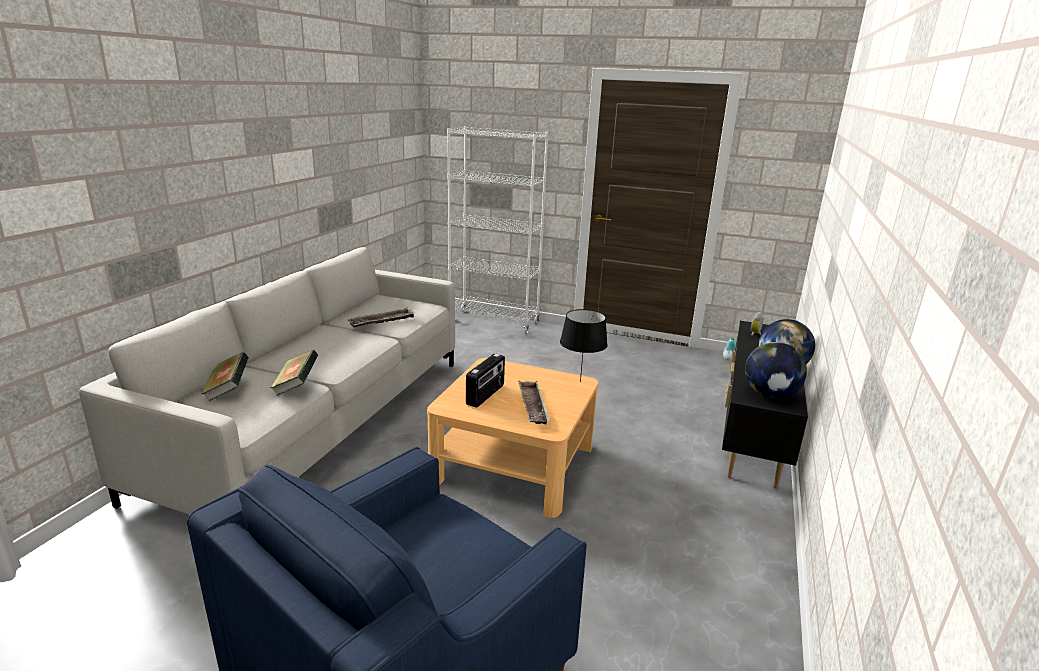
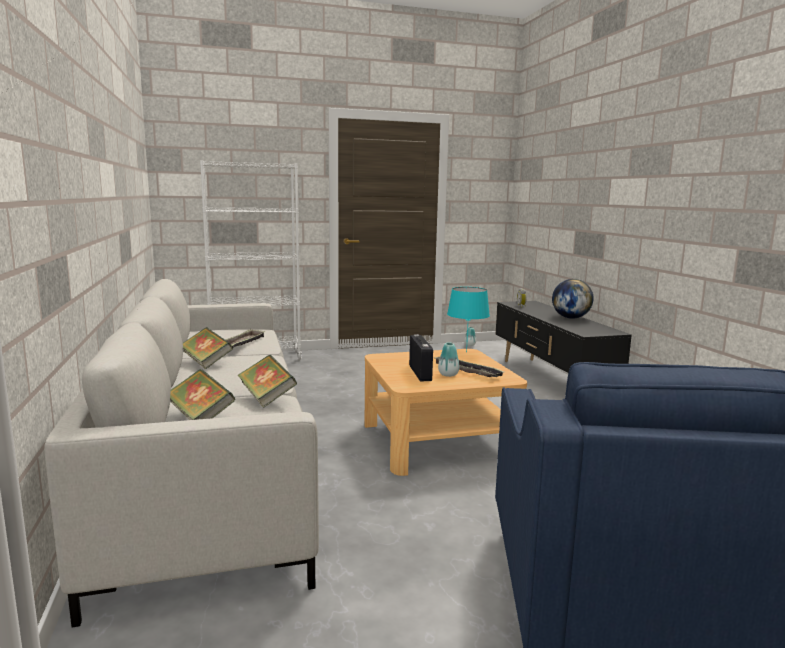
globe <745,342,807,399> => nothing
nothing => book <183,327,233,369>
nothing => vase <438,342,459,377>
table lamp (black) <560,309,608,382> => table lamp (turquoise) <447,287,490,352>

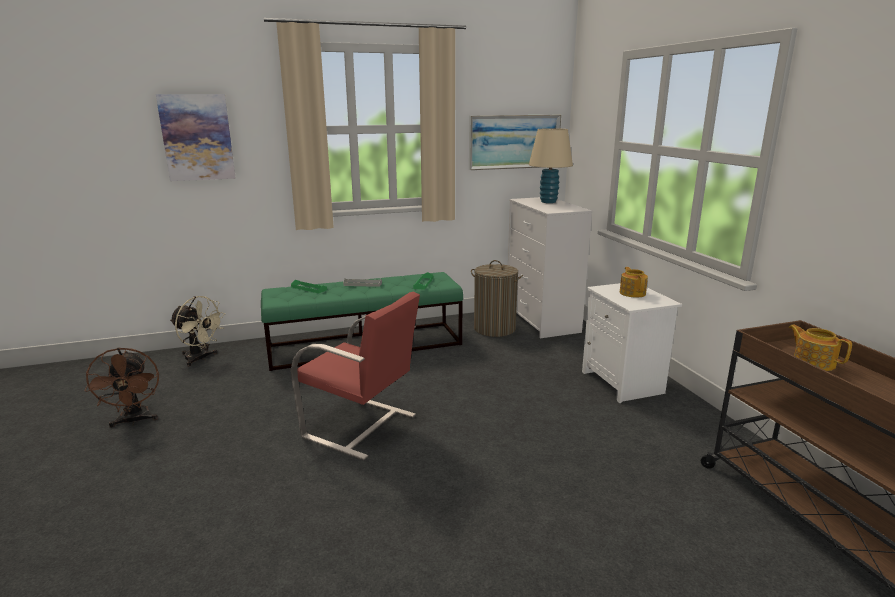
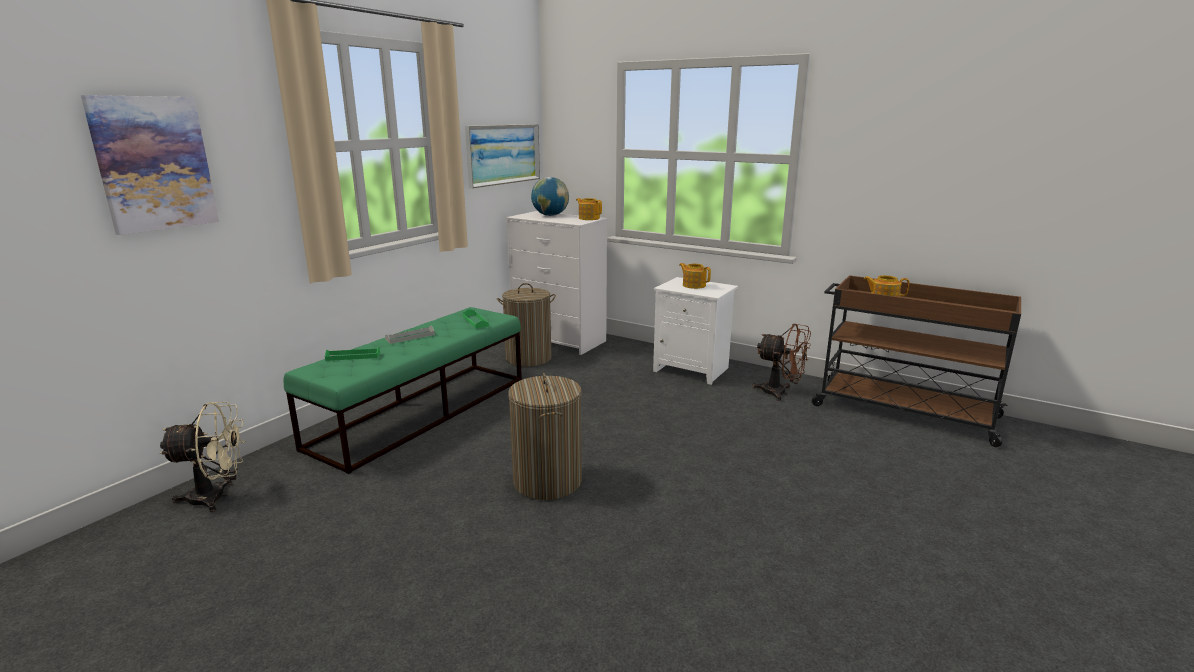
nothing => teapot <576,198,602,220>
fan (brown) <85,347,159,428> => fan (brown) <752,324,811,401>, shifted
chair (red) <291,292,420,460> => laundry basket <508,373,582,500>
table lamp (beige) <529,128,573,203> => globe <531,177,569,216>

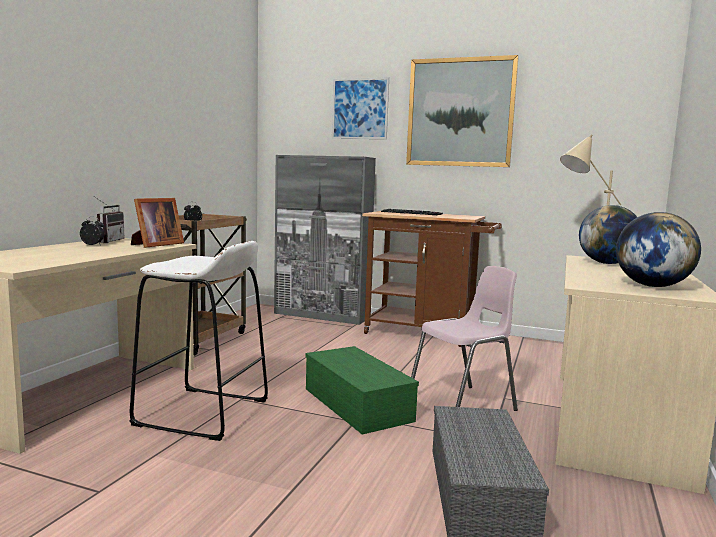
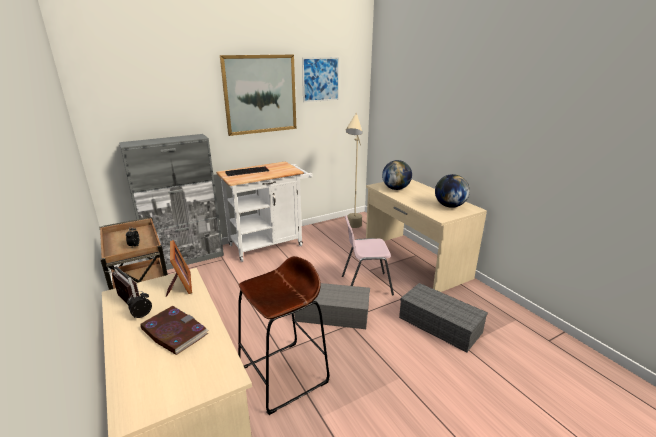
nothing => book <140,306,209,355>
picture <332,77,389,139> => picture <302,57,339,102>, shifted
stool (white) <129,241,268,441> => stool (brown) <238,256,329,415>
storage box (green) <305,346,419,435> => storage box (grey) <294,283,370,329>
cart (brown) <362,211,502,347> => cart (white) <216,161,313,262>
chair (pink) <411,266,518,411> => chair (pink) <342,216,394,296>, 105 degrees counterclockwise

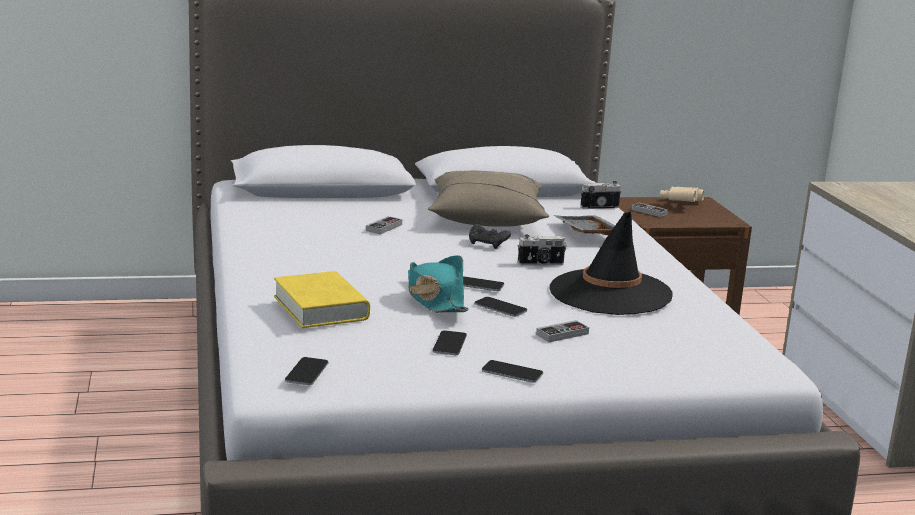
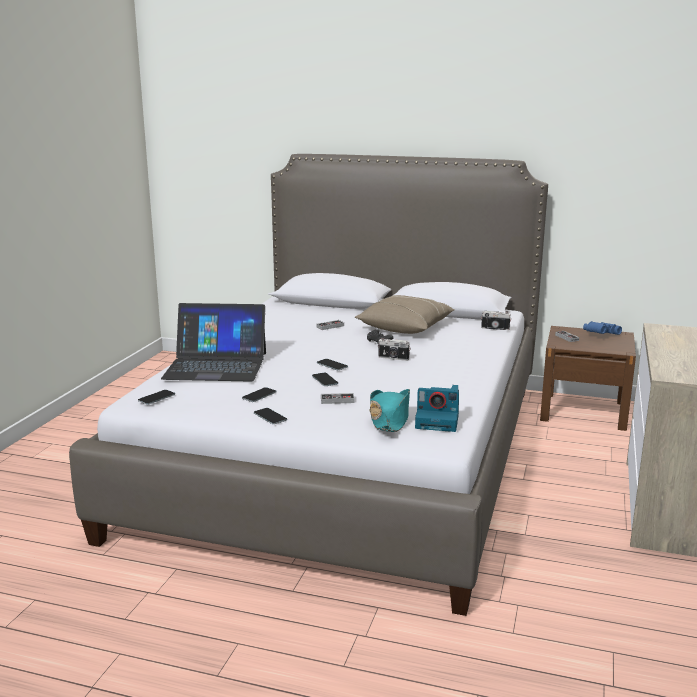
hat (black) <549,212,673,315> => nothing
tray (grey) <554,215,615,235> => nothing
nothing => photo camera <415,385,459,432>
hat (turquoise) <408,255,469,312> => hat (turquoise) <370,389,410,432>, shifted
book (yellow) <274,271,370,328> => laptop <161,303,266,382>
binoculars (beige) <660,186,704,202> => binoculars (blue) <583,321,622,335>

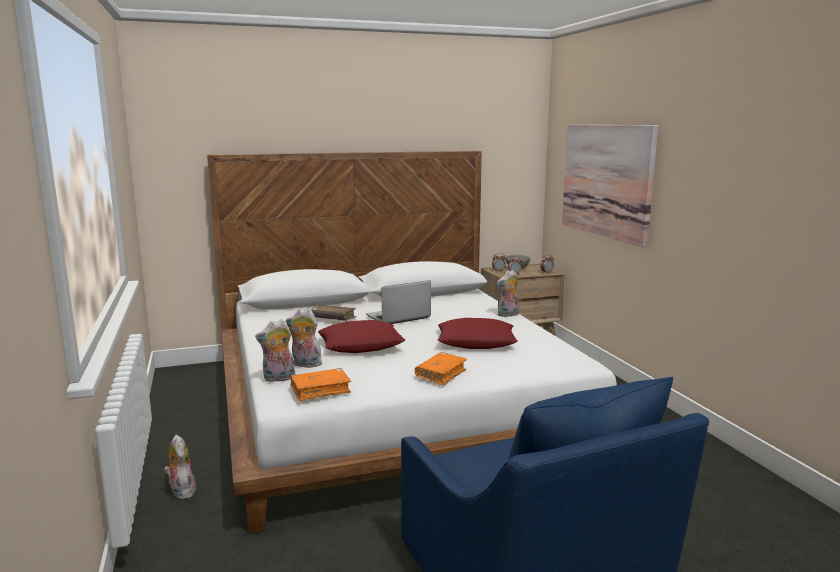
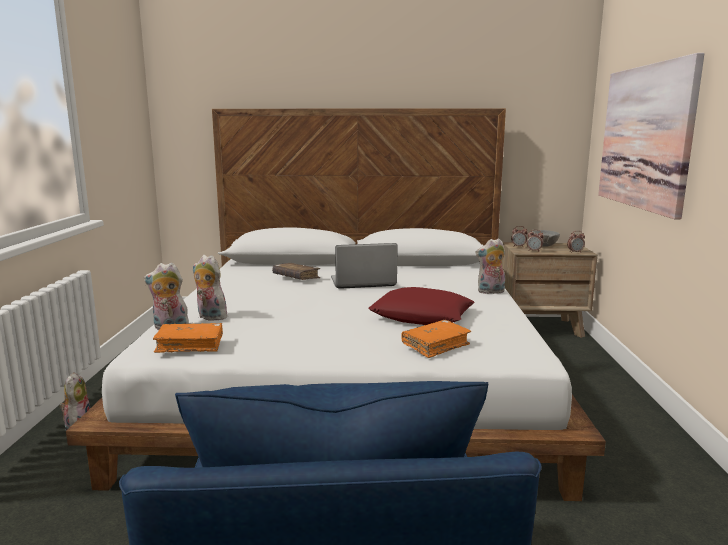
pillow (red) <318,320,405,353> => nothing
book (orange) <415,352,467,386> => book (orange) <401,320,471,358>, shifted

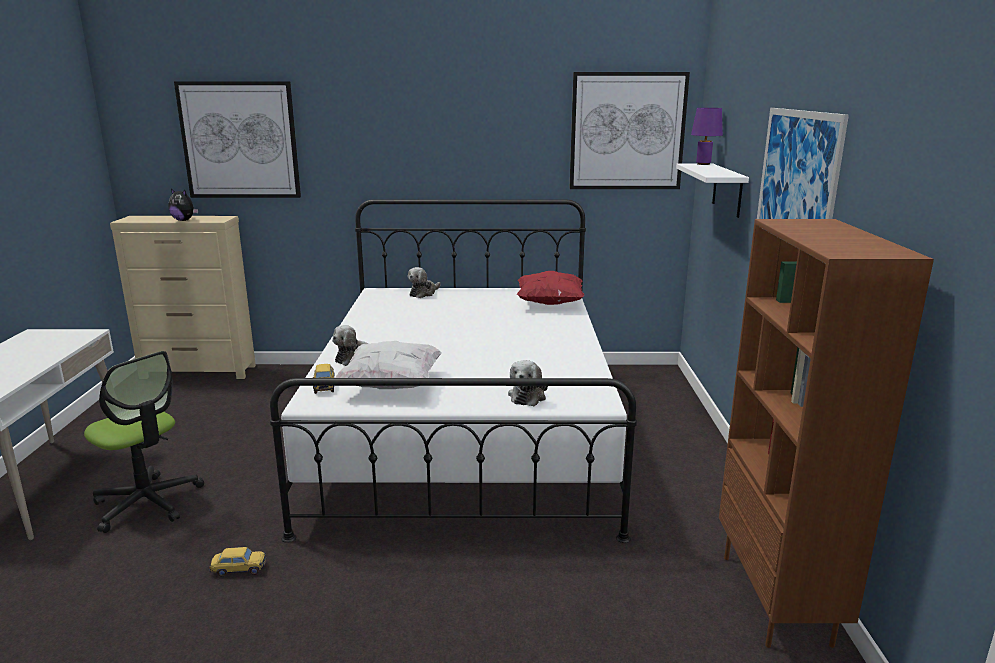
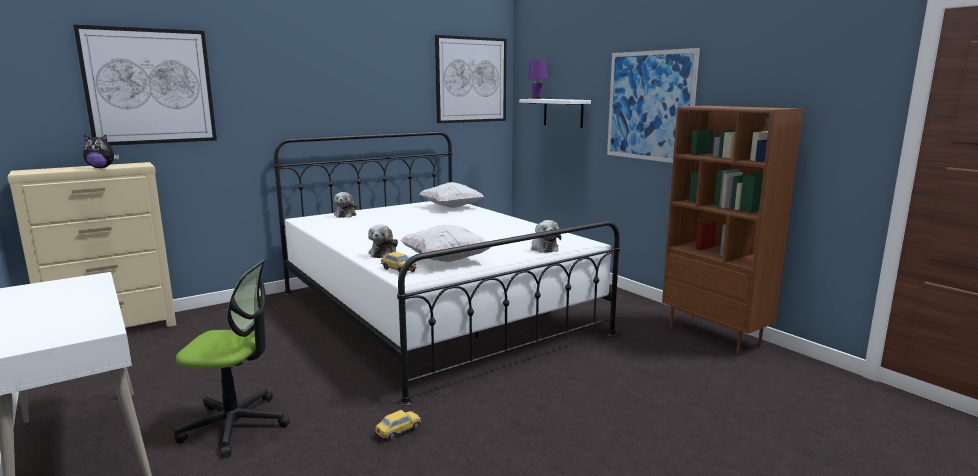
pillow (red) <517,271,584,305> => pillow (white) <420,182,484,208>

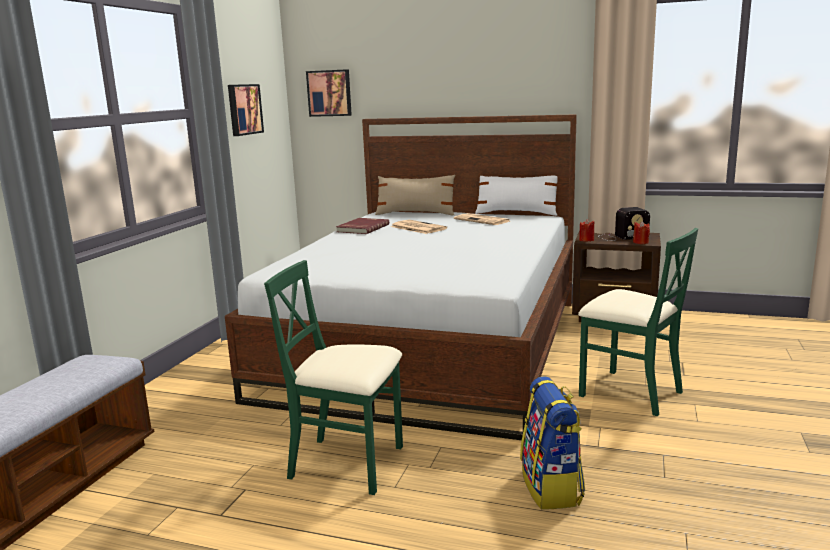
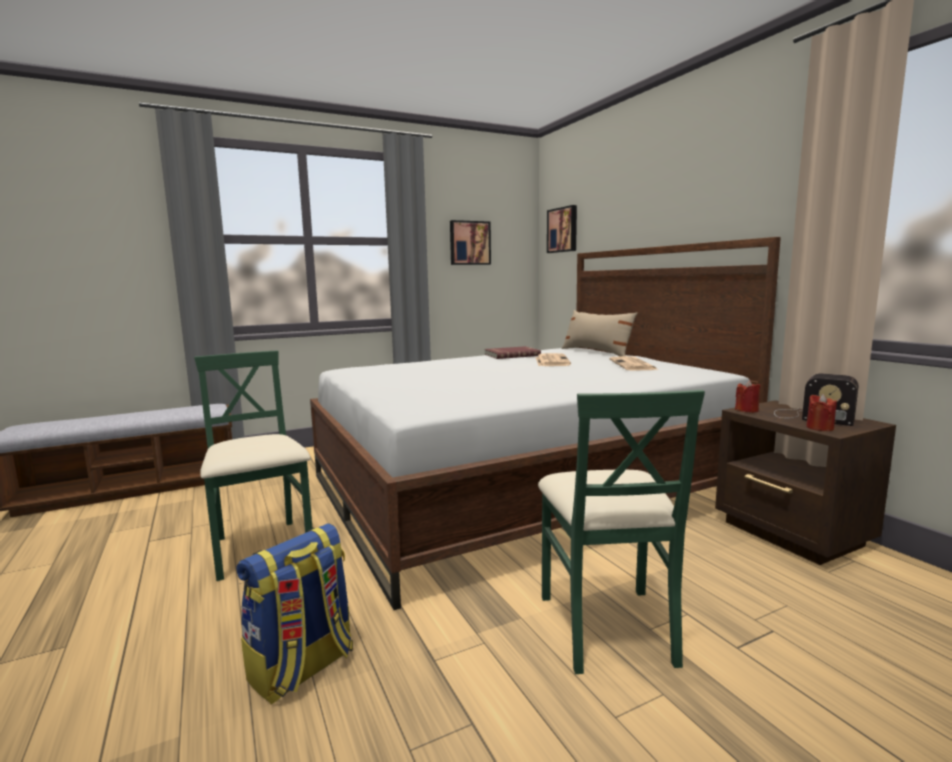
pillow (white) <475,176,557,216> => nothing

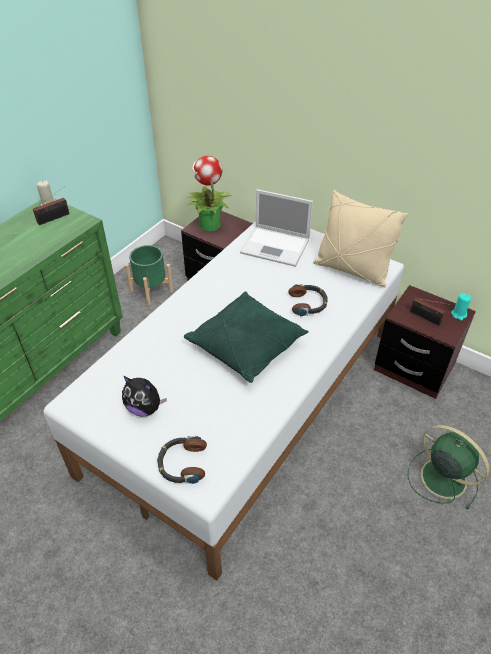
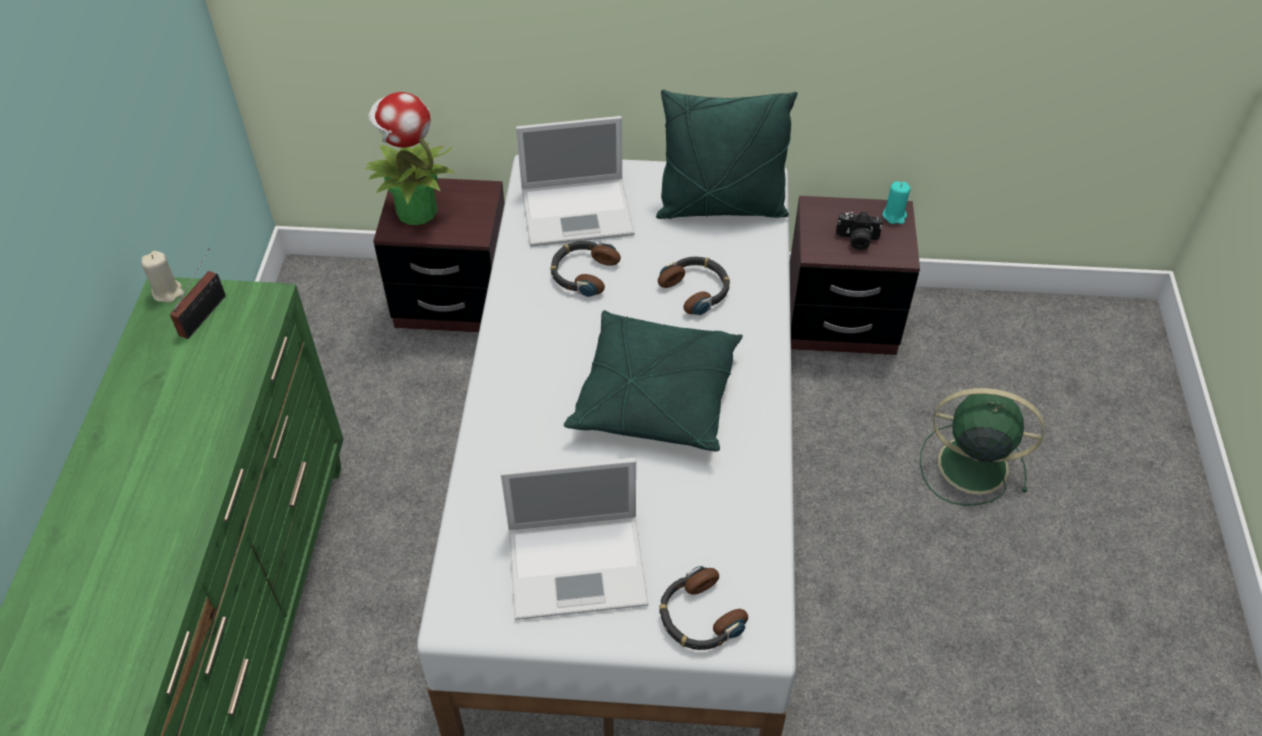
planter (green) <125,245,173,306> => nothing
nothing => headphones <550,241,621,297>
plush toy <122,376,167,417> => laptop <500,457,649,620>
radio <410,298,452,326> => photo camera <836,211,883,250>
pillow (beige) <313,190,408,287> => pillow (green) <656,89,797,219>

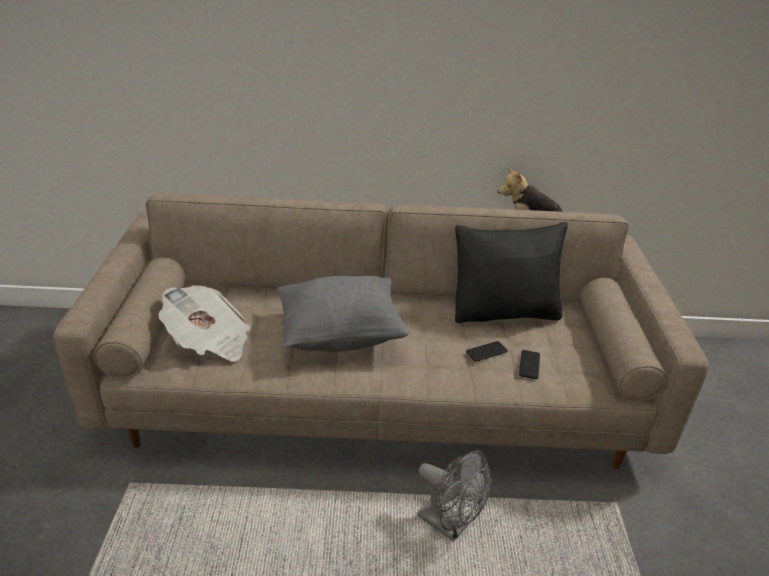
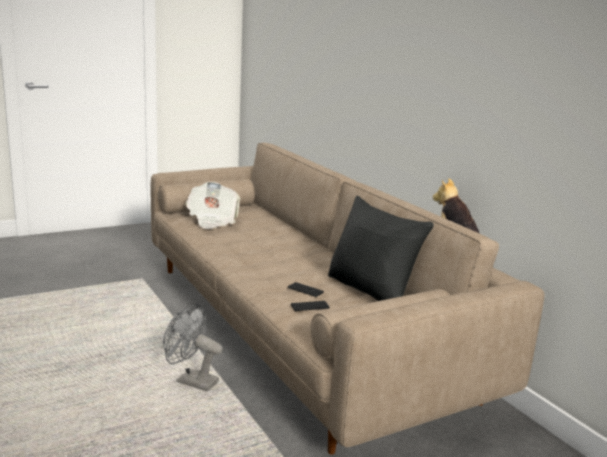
pillow (grey) <277,275,410,352> => nothing
fan (grey) <417,450,492,542> => fan (grey) <163,304,223,391>, 105 degrees clockwise

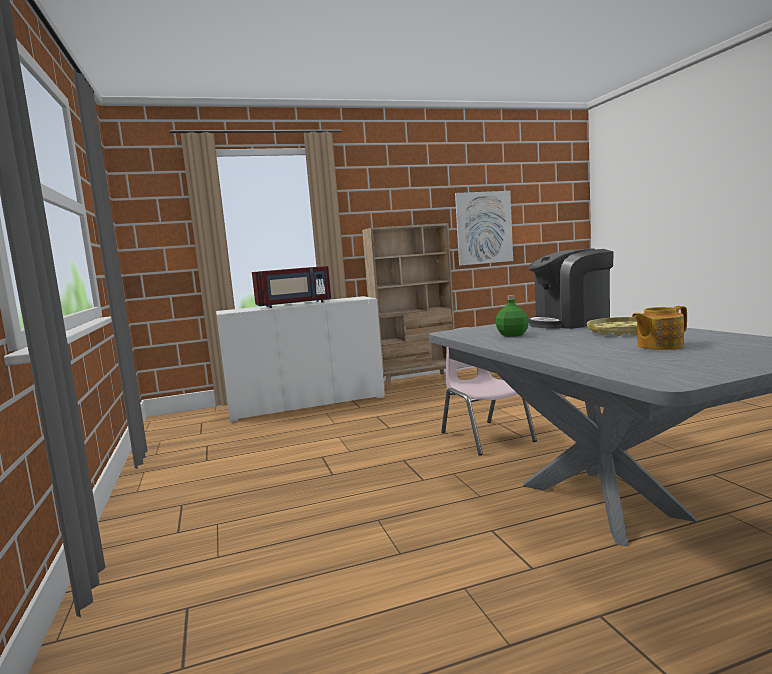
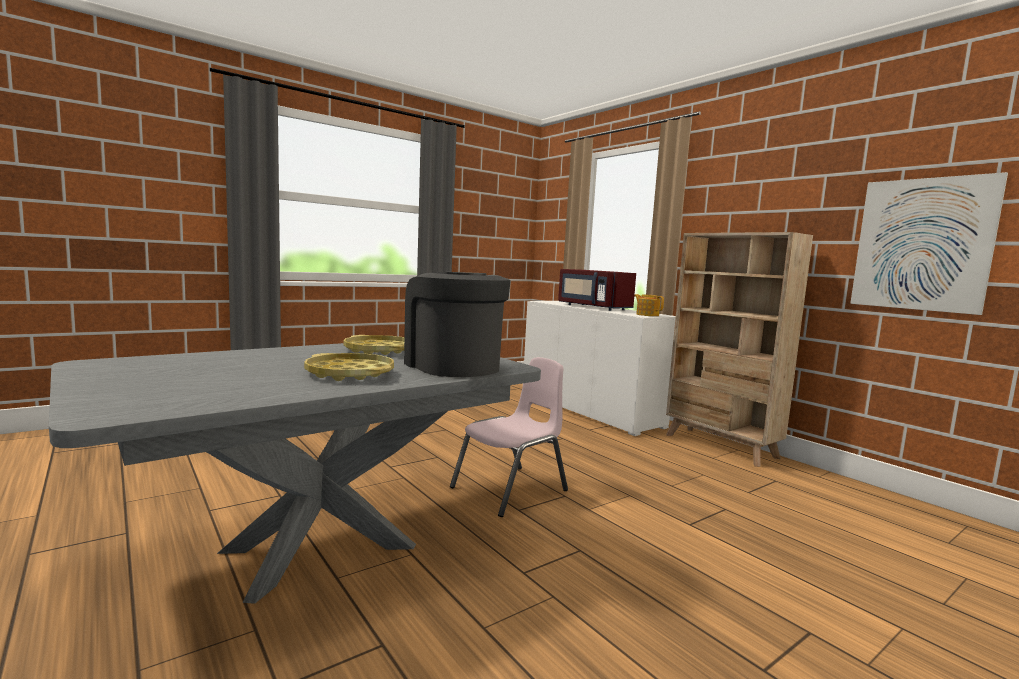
teapot <632,306,687,350> => teapot <634,294,664,316>, shifted
bottle (green) <496,295,529,337> => tray (yellow) <343,335,404,355>

